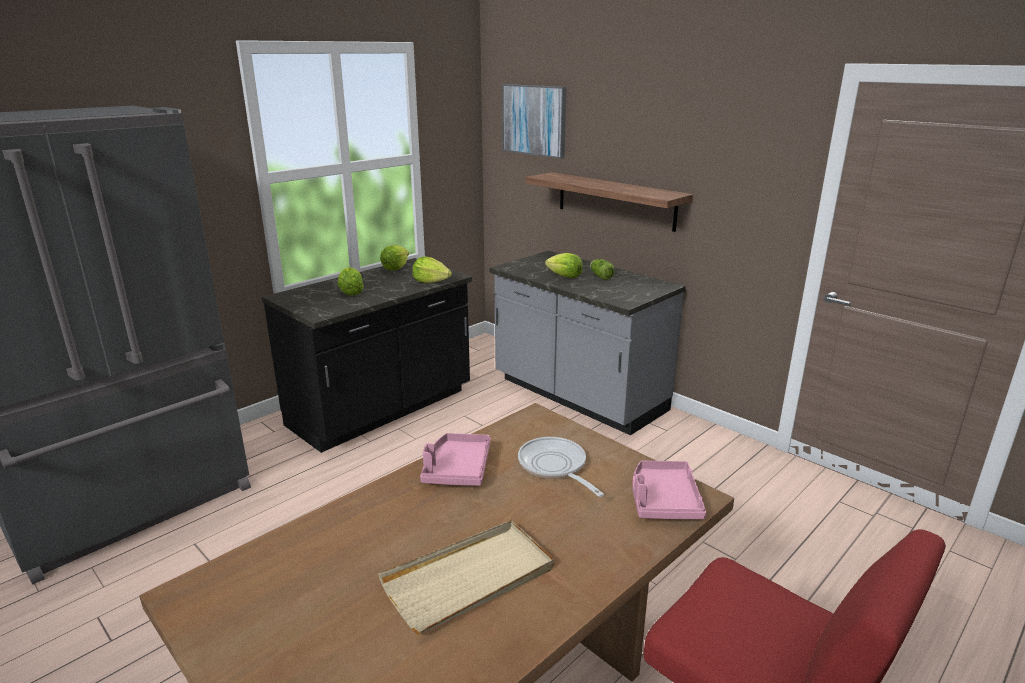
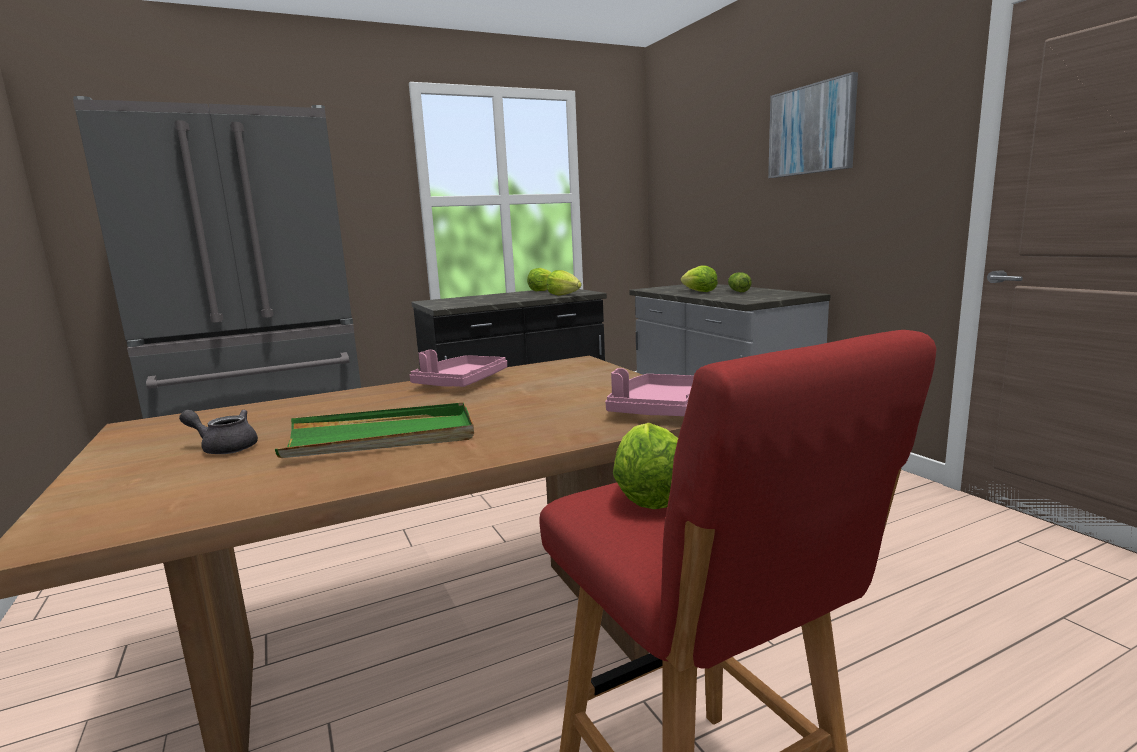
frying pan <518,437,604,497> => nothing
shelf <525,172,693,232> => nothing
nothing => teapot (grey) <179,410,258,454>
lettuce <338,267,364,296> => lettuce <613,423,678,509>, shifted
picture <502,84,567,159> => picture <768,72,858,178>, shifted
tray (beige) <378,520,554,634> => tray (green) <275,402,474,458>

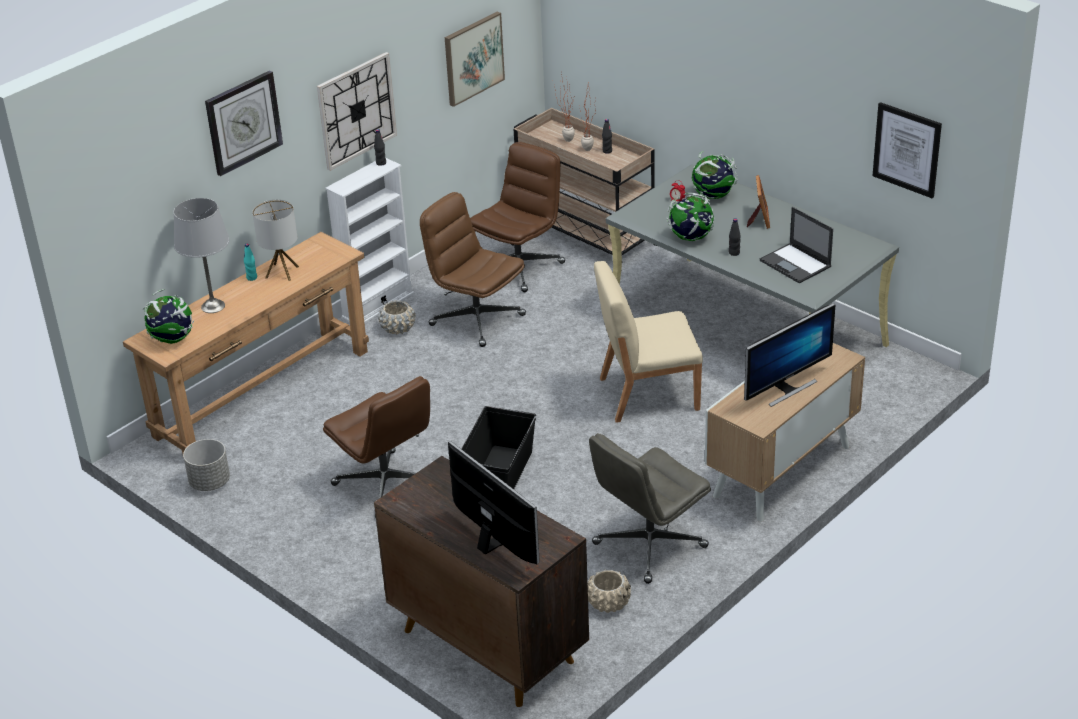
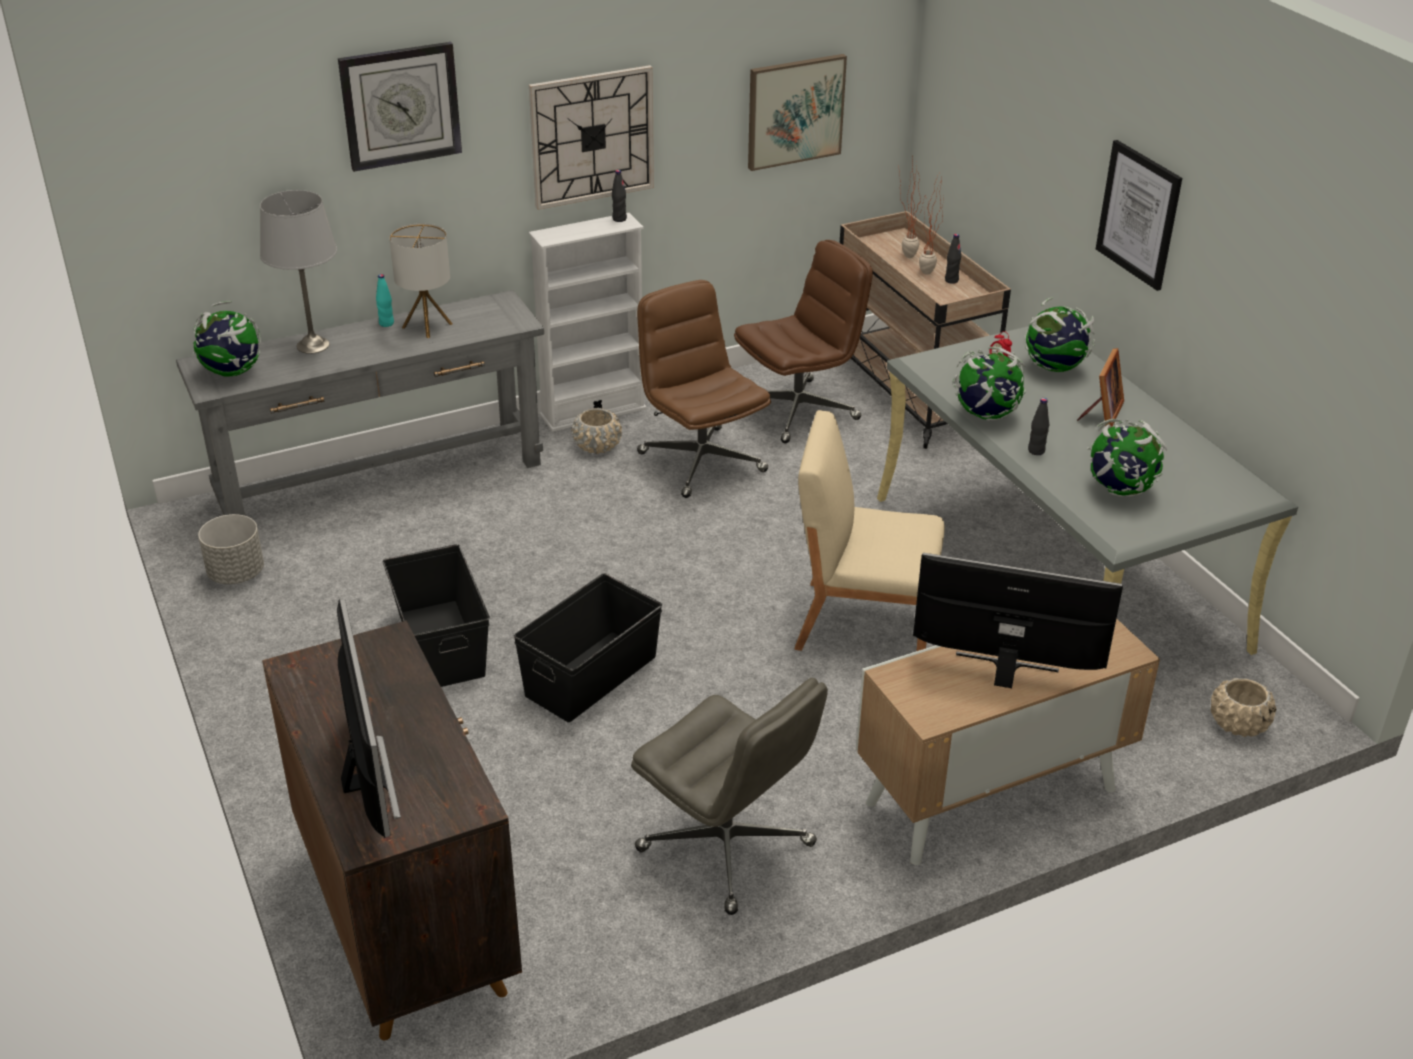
planter (beige) <588,570,631,613> => planter (beige) <1211,678,1276,737>, shifted
picture <872,102,942,198> => picture <1096,140,1182,291>, shifted
office chair (brown) <323,376,430,518> => storage box (black) <383,544,490,687>
laptop <760,207,833,284> => globe <1087,419,1167,498>
console table (brown) <123,232,369,454> => console table (grey) <176,290,544,516>
office chair (grey) <589,433,711,584> => office chair (grey) <631,678,828,915>, 120 degrees counterclockwise
monitor <744,303,835,407> => monitor <913,553,1123,688>, 150 degrees counterclockwise

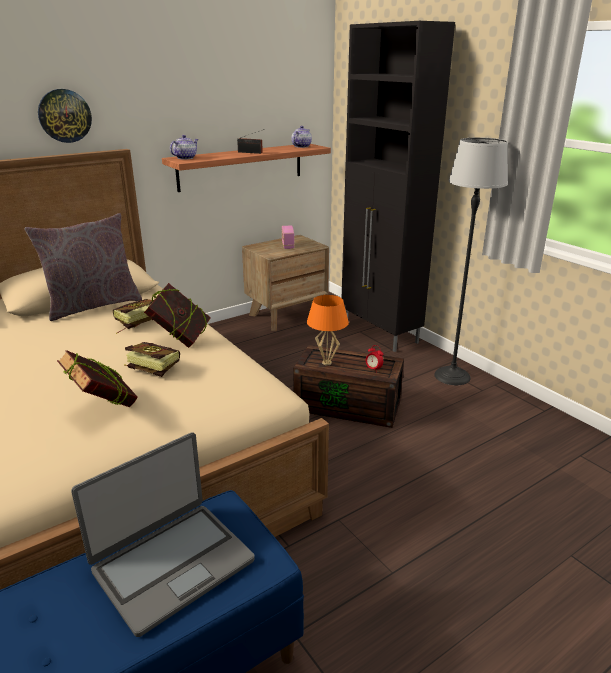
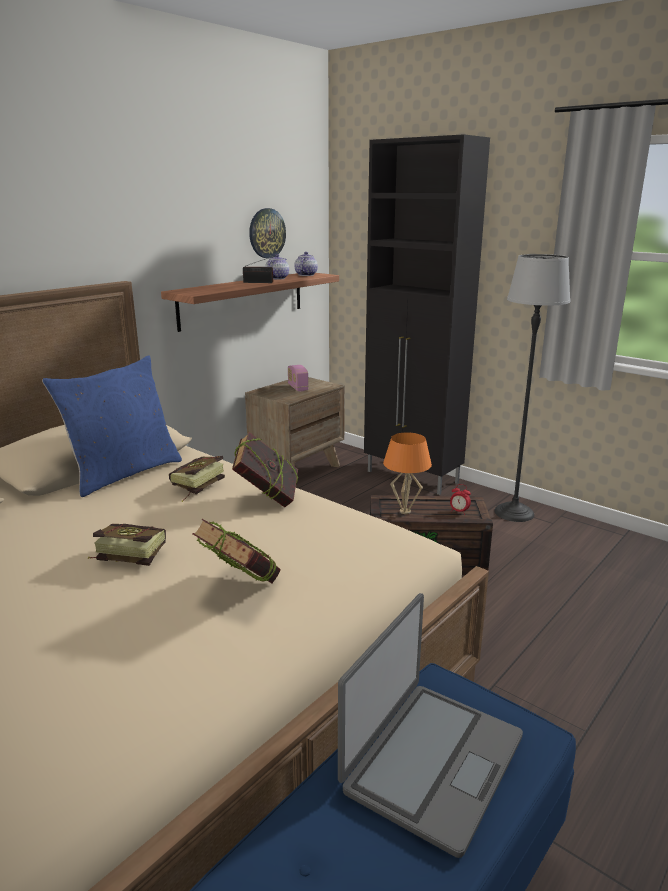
wall clock <38,89,92,143> => wall clock <249,208,286,258>, shifted
book <124,342,180,377> => book <88,524,166,566>, shifted
teapot <170,135,198,160> => teapot <265,254,289,280>, shifted
pillow (grey) <24,213,142,321> => pillow (blue) <42,355,182,497>

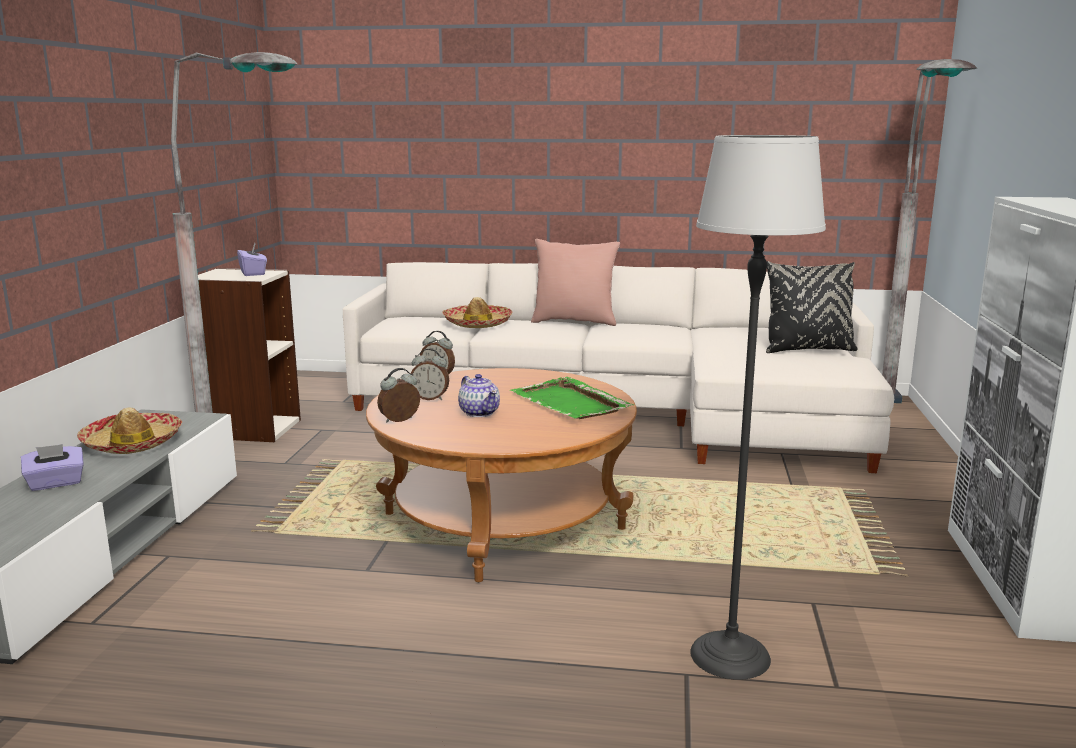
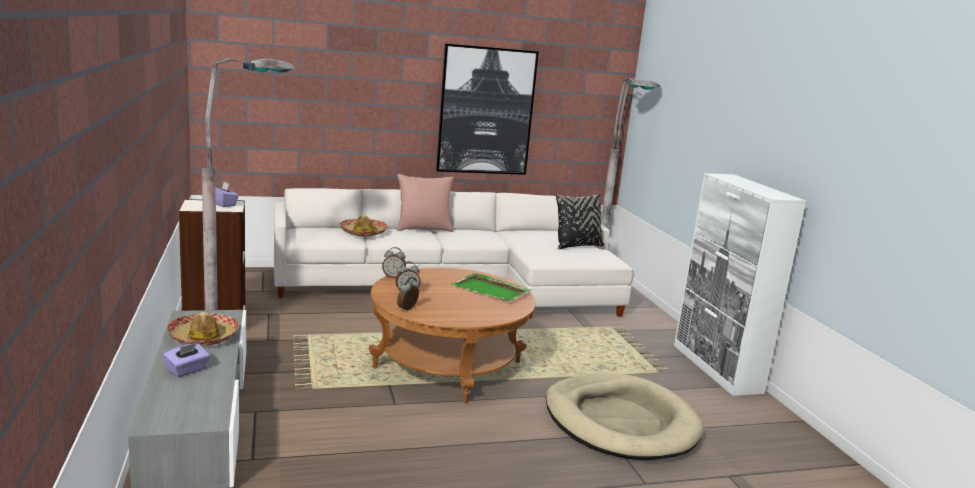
teapot <458,374,500,417> => nothing
nothing => picture <436,43,539,175>
floor lamp <690,135,826,680> => dog bed (beige) <546,373,704,460>

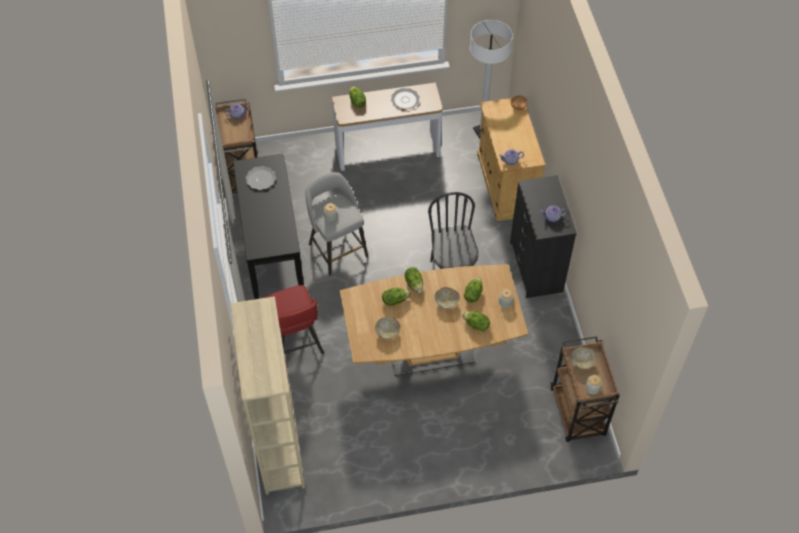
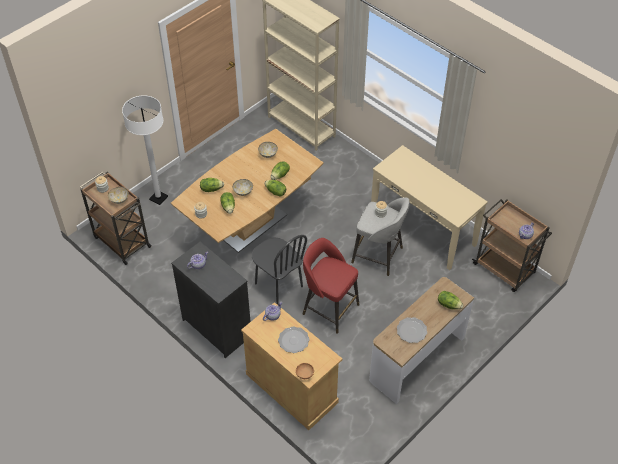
plate <246,166,276,190> => plate <278,326,310,353>, shifted
stool (red) <264,285,324,354> => stool (red) <303,238,359,334>, shifted
floor lamp (white) <470,20,513,139> => floor lamp (white) <122,95,168,205>, shifted
console table (black) <233,154,304,299> => console table (beige) <371,145,488,270>

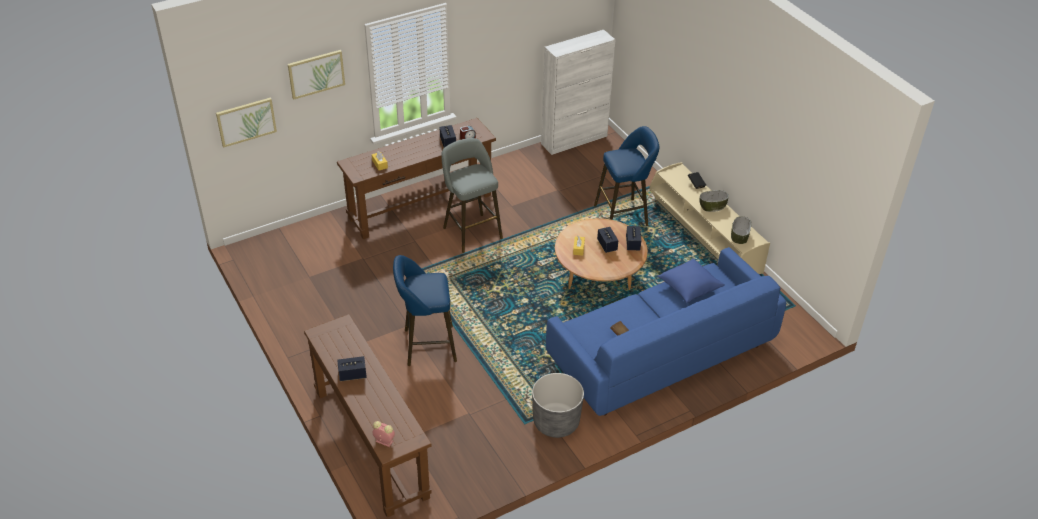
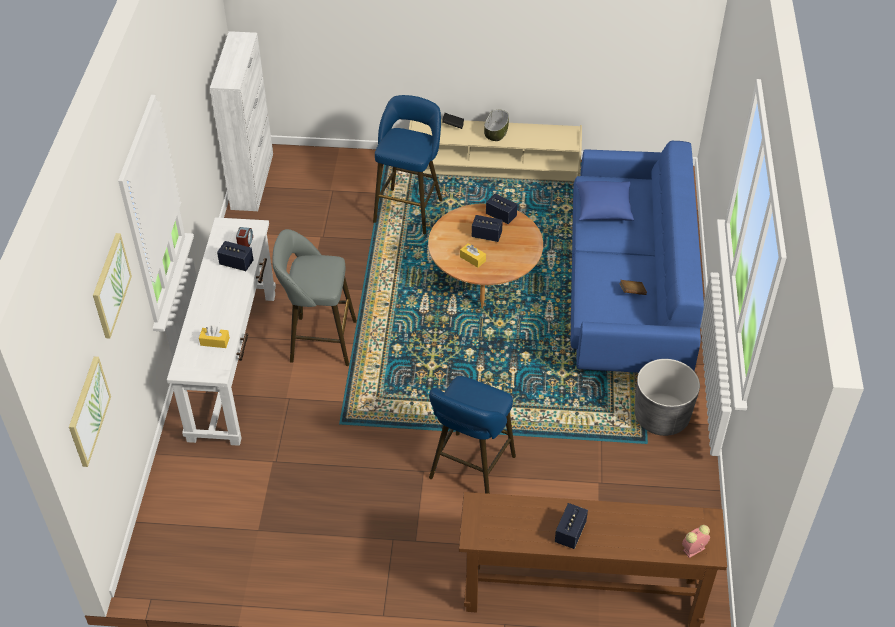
bowl <731,216,751,244> => nothing
console table (brown) <337,118,496,239> => console table (white) <167,217,276,446>

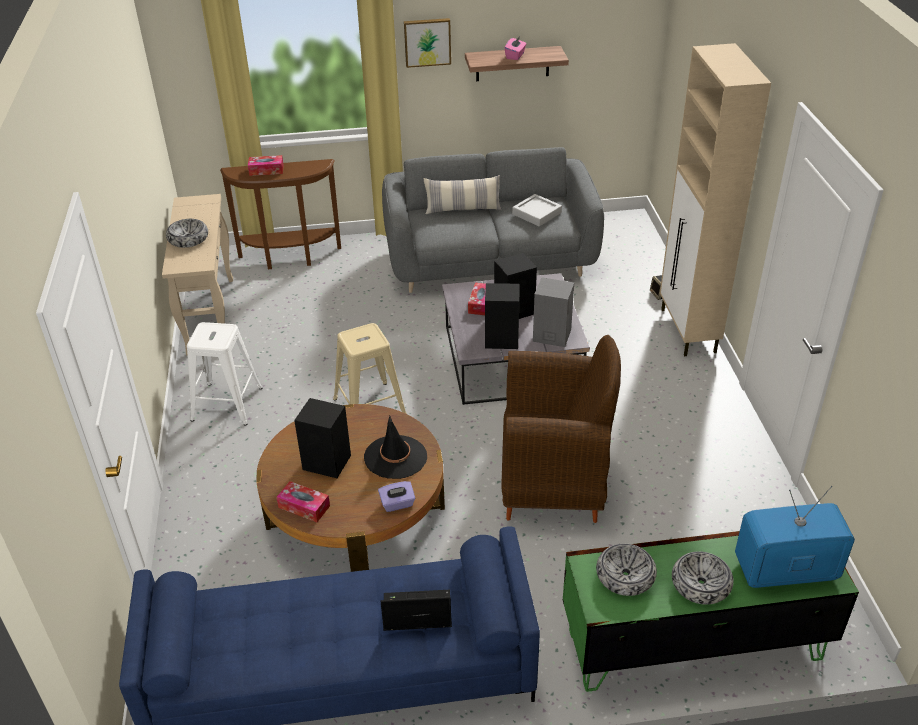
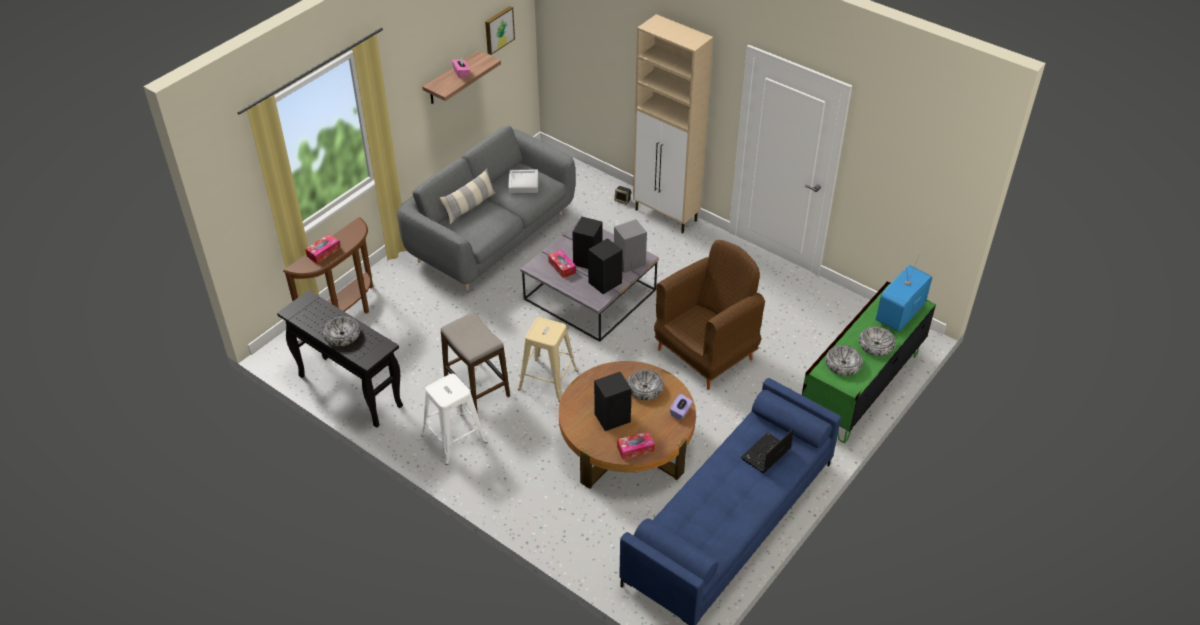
nothing => stool <440,312,510,414>
picture <404,18,451,68> => picture <485,6,515,55>, shifted
hat (black) <364,416,427,479> => bowl <627,370,663,400>
console table (beige) <162,194,233,355> => console table (black) <277,290,403,428>

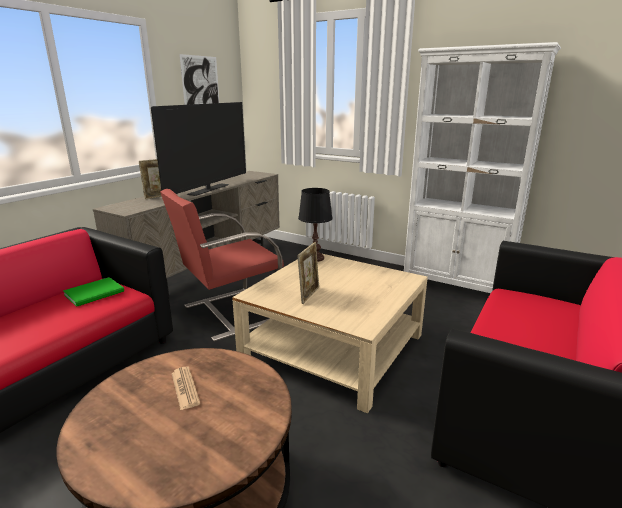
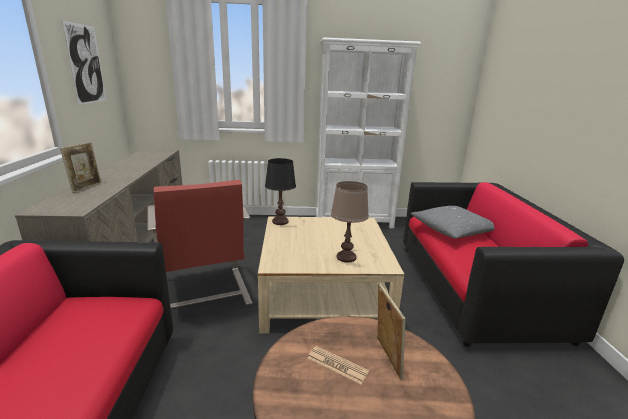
book (green) <63,277,124,307> => nothing
television <151,102,246,196> => nothing
nothing => table lamp (brown) <331,181,369,263>
nothing => pillow (grey) <410,206,494,239>
picture frame <297,242,319,304> => picture frame <377,283,406,380>, shifted
armchair (red) <160,189,284,341> => armchair (red) <148,180,253,309>, 45 degrees counterclockwise

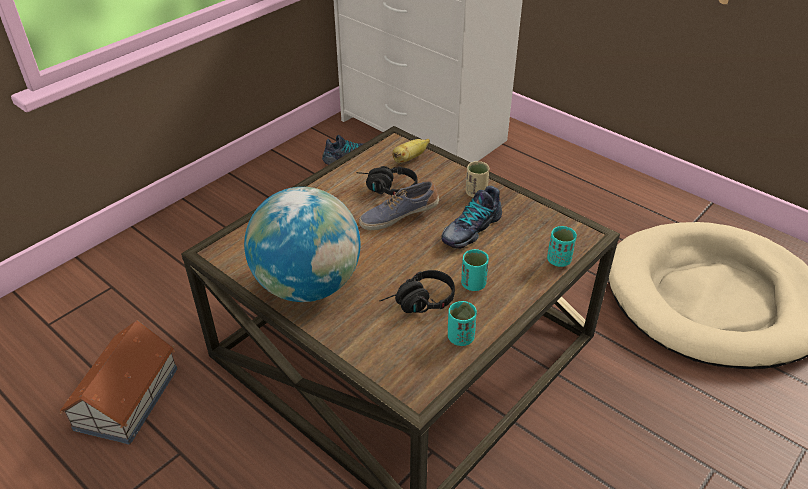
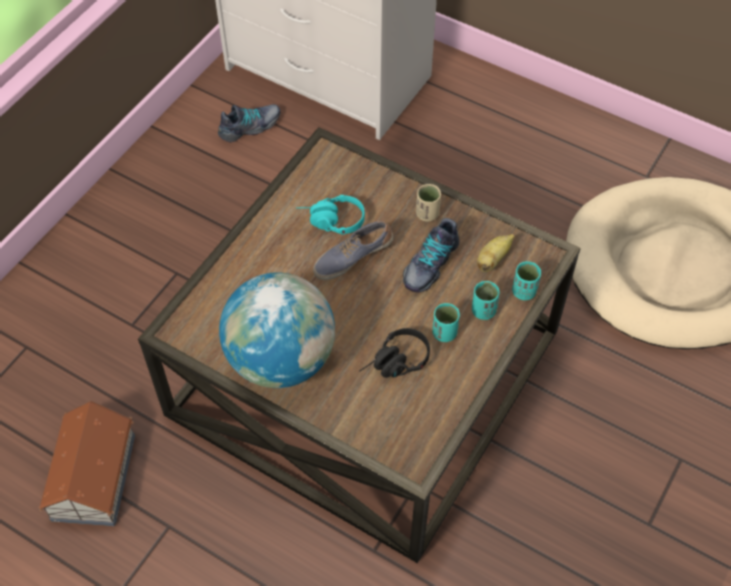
banana <392,139,430,163> => banana <477,234,515,272>, shifted
cup (turquoise) <448,301,477,346> => cup (turquoise) <472,281,500,320>, shifted
headphones (black) <356,166,417,196> => headphones (turquoise) <296,195,365,235>

